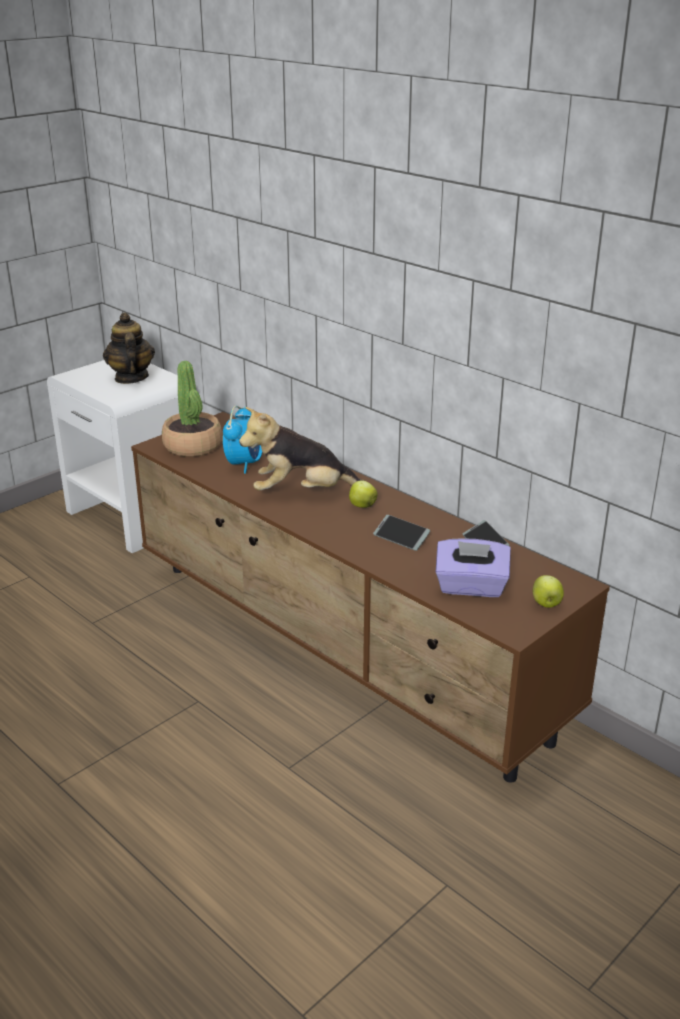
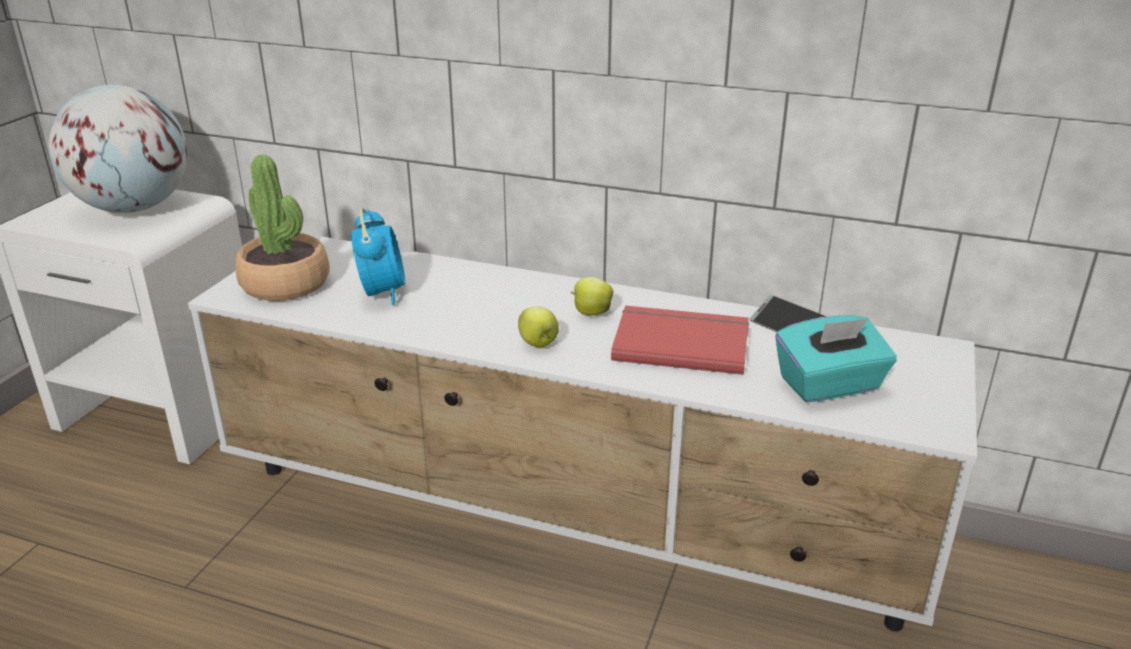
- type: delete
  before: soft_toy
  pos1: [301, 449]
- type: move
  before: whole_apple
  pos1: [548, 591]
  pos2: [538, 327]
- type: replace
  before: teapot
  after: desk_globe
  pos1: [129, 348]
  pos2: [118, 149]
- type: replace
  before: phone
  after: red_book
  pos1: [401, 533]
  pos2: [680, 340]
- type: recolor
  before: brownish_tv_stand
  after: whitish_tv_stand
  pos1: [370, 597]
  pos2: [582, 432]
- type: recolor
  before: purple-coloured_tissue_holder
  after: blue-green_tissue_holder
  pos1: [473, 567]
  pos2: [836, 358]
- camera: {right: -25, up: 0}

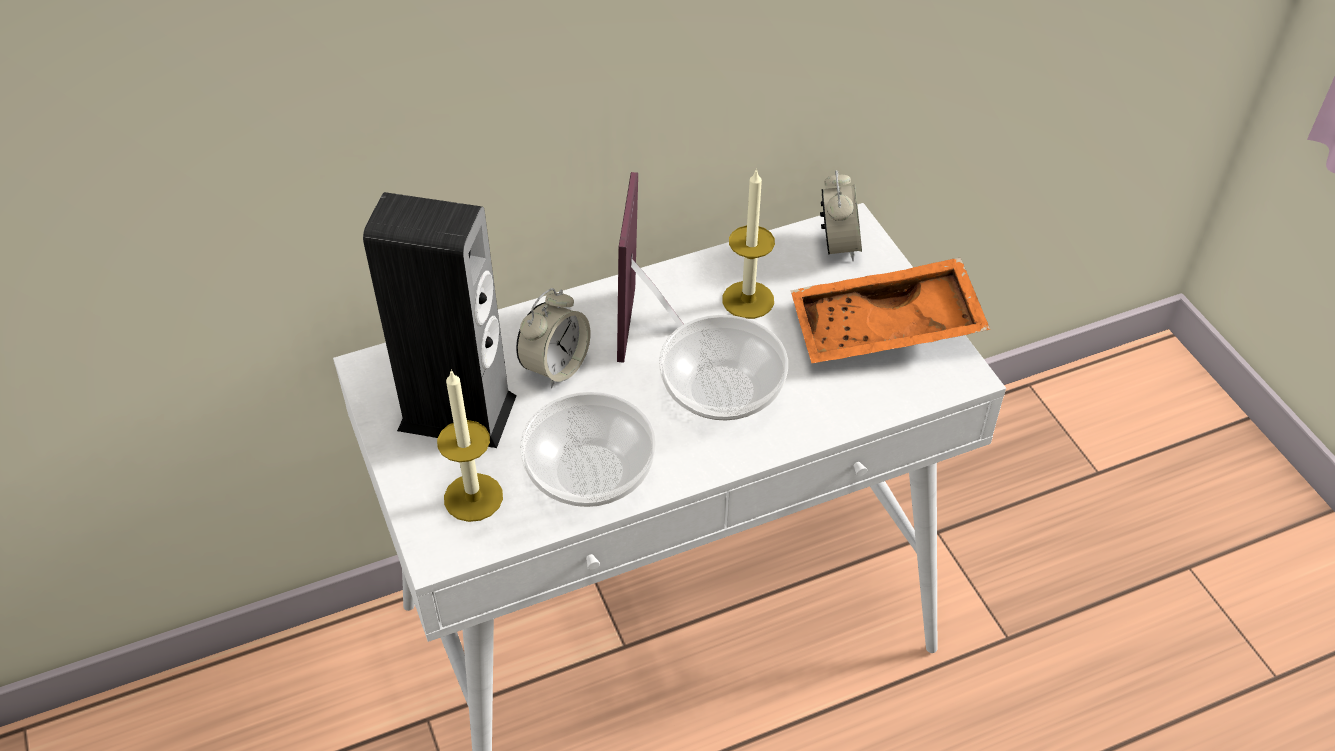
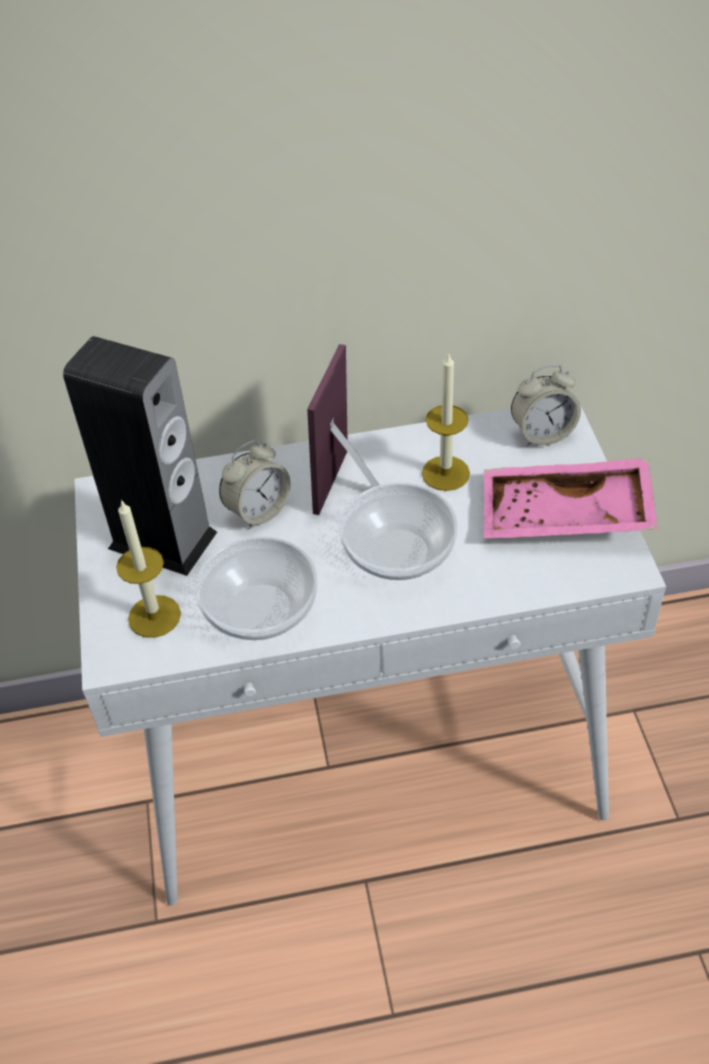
- type: recolor
  before: orange_tray
  after: pink_tray
  pos1: [890, 310]
  pos2: [571, 498]
- type: rotate
  before: bedside_clock
  pos1: [841, 216]
  pos2: [546, 406]
  turn: 60
- camera: {right: 15, up: 0}

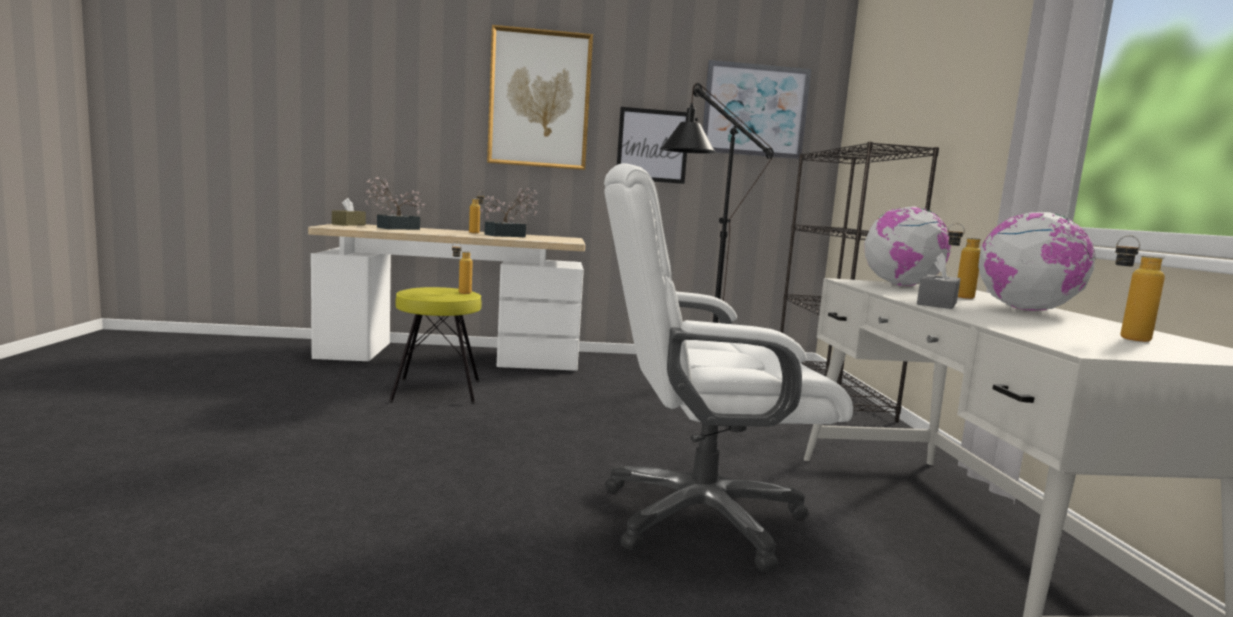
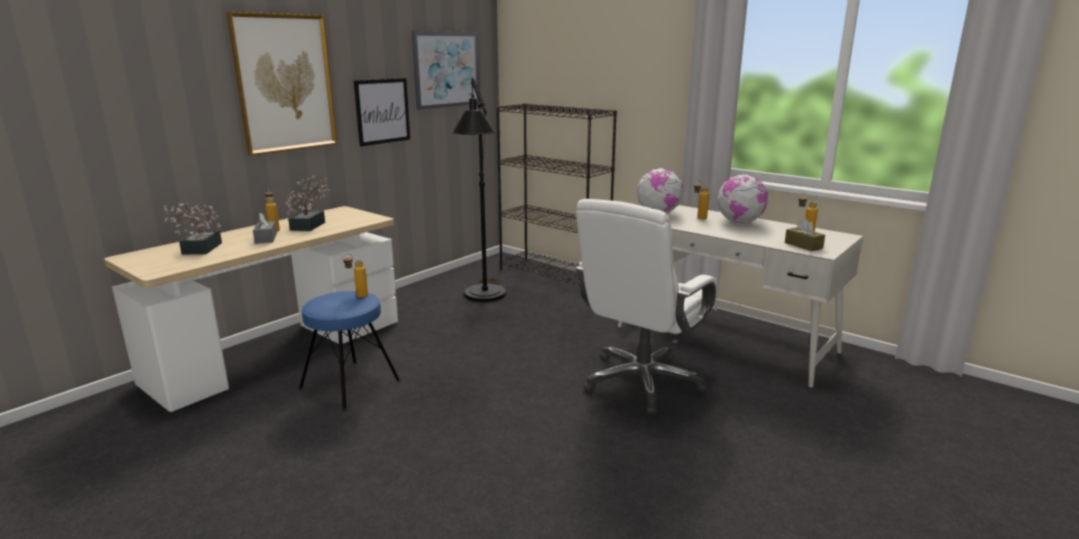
- type: move
  before: brownish_tissue_holder
  pos1: [349, 212]
  pos2: [805, 234]
- type: move
  before: gray_tissue_holder
  pos1: [939, 281]
  pos2: [265, 228]
- type: recolor
  before: yellow-coloured_stool
  after: bluish_stool
  pos1: [435, 345]
  pos2: [349, 351]
- camera: {right: -45, up: 10}

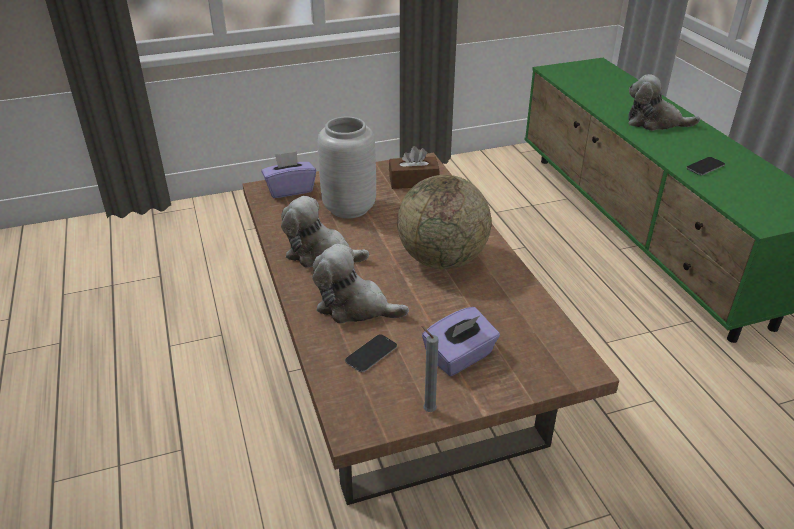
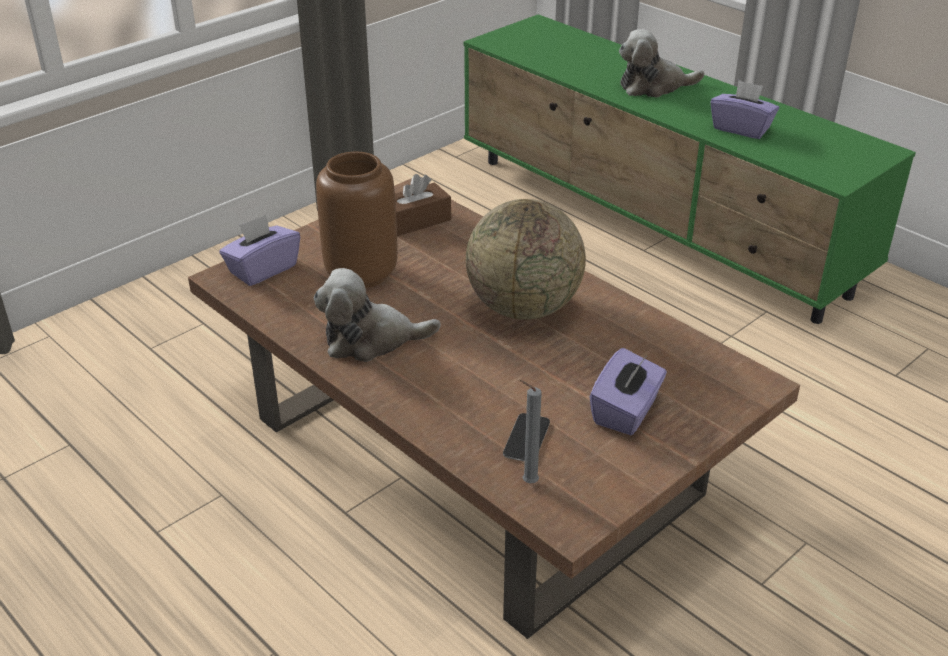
- type: delete
  before: soft_toy
  pos1: [360, 283]
- type: move
  before: gray_wax_candle
  pos1: [430, 369]
  pos2: [531, 431]
- type: replace
  before: phone
  after: purple-coloured_tissue_holder
  pos1: [705, 166]
  pos2: [745, 109]
- type: recolor
  before: gray_flower_vase
  after: brownish_flower_vase
  pos1: [347, 167]
  pos2: [357, 220]
- camera: {right: -25, up: 0}

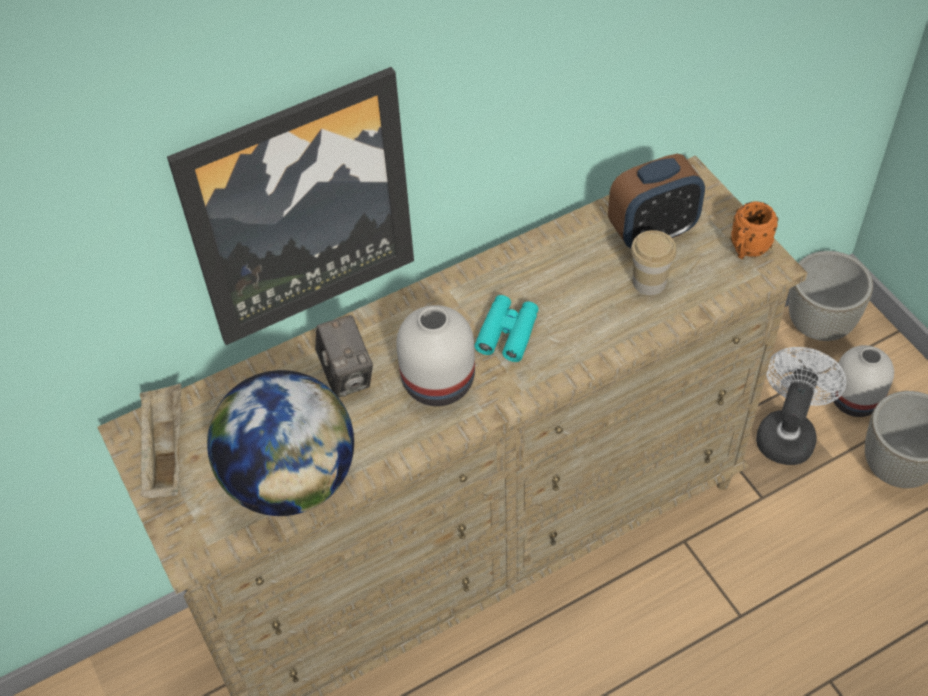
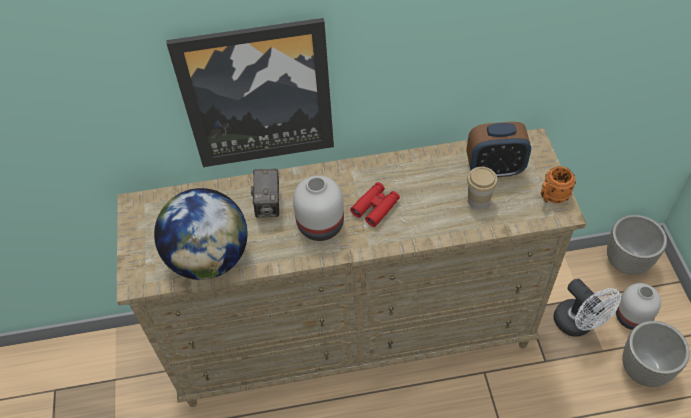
- type: delete
  before: sand-coloured_tray
  pos1: [160, 440]
- type: recolor
  before: blue-green_binoculars
  after: red_binoculars
  pos1: [506, 328]
  pos2: [375, 204]
- type: rotate
  before: whitish_cooling_fan
  pos1: [801, 406]
  pos2: [587, 308]
  turn: 105
- camera: {right: 20, up: 0}

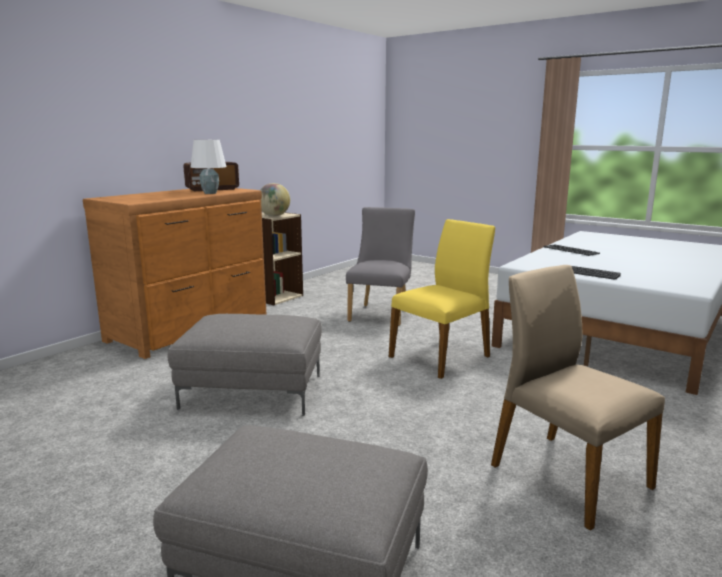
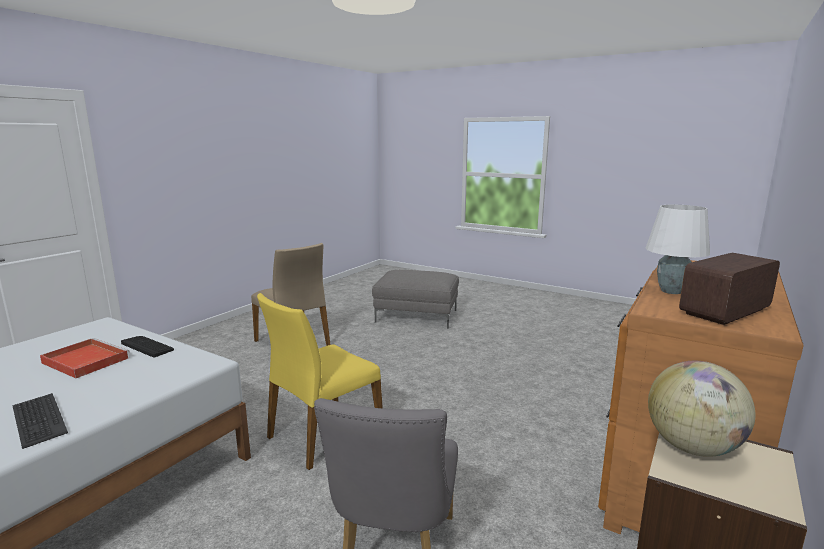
- type: delete
  before: gray_footrest
  pos1: [245, 364]
- type: insert
  after: red_tray
  pos2: [85, 358]
- camera: {right: 175, up: 0}

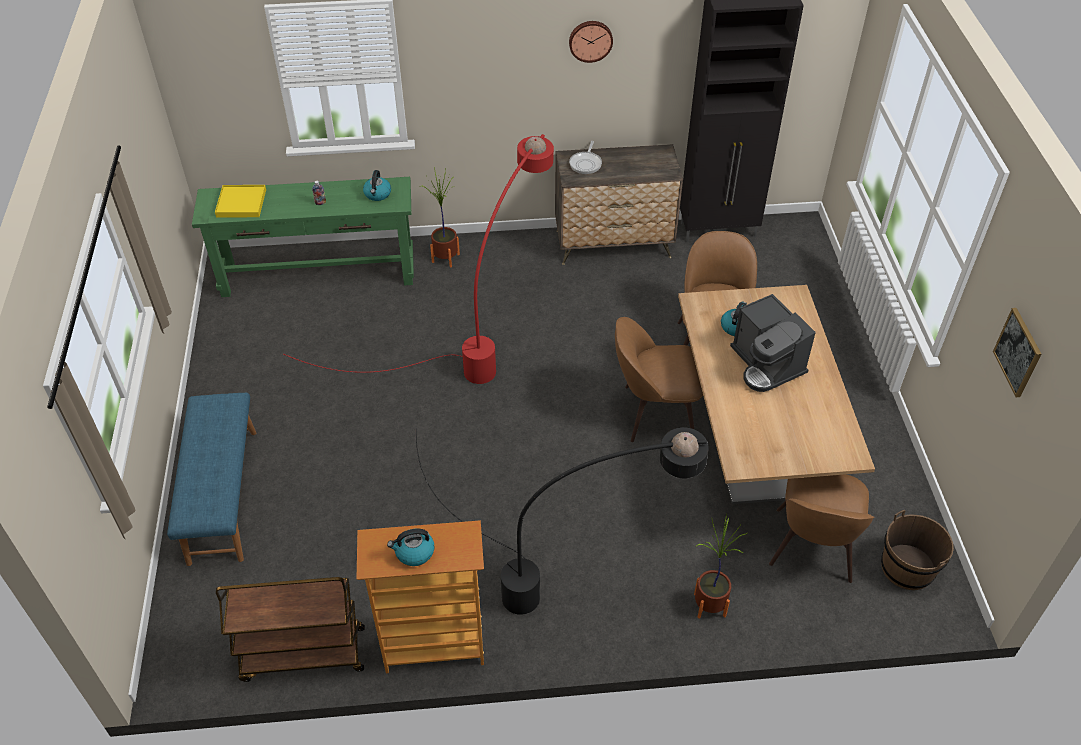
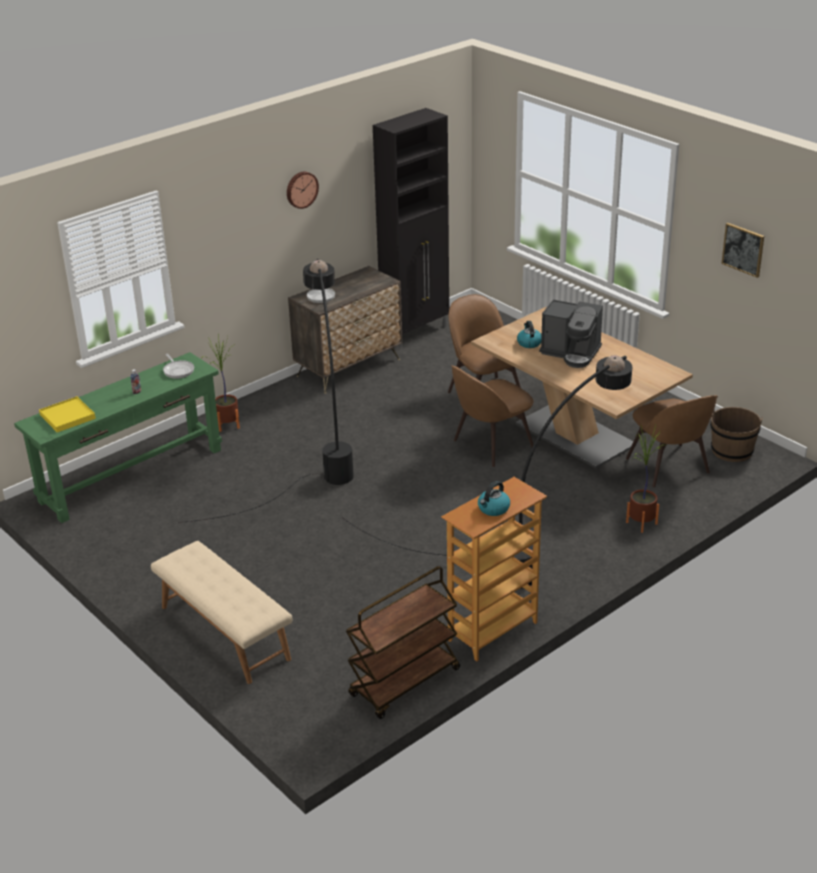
- type: replace
  before: kettle
  after: pan
  pos1: [377, 185]
  pos2: [178, 366]
- type: recolor
  before: bluish_bench
  after: sand-coloured_bench
  pos1: [211, 479]
  pos2: [221, 612]
- type: recolor
  before: red_standing_lamp
  after: black_standing_lamp
  pos1: [419, 259]
  pos2: [266, 391]
- camera: {right: -35, up: -15}

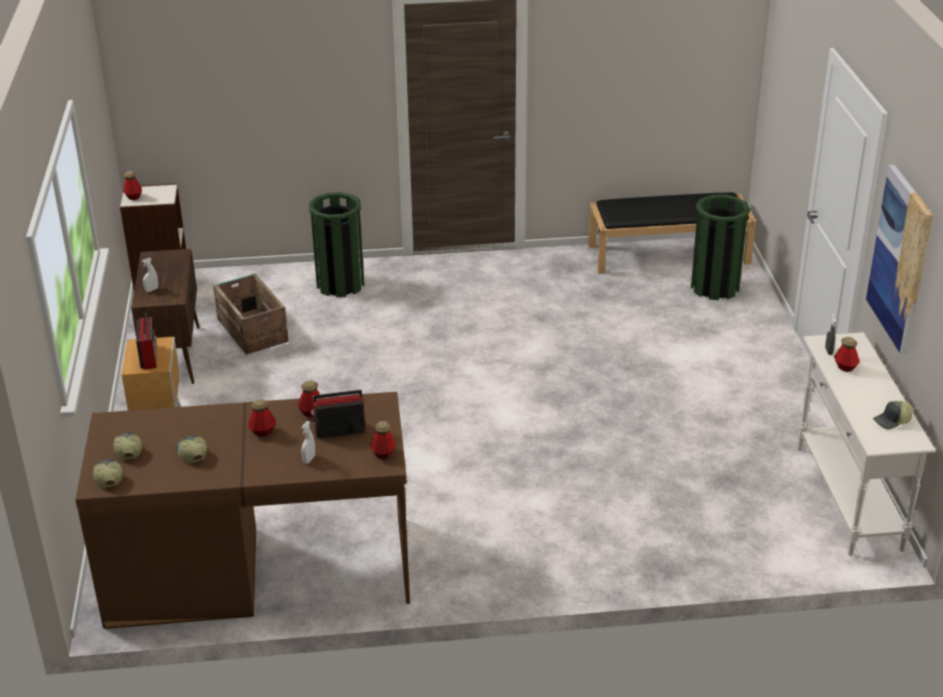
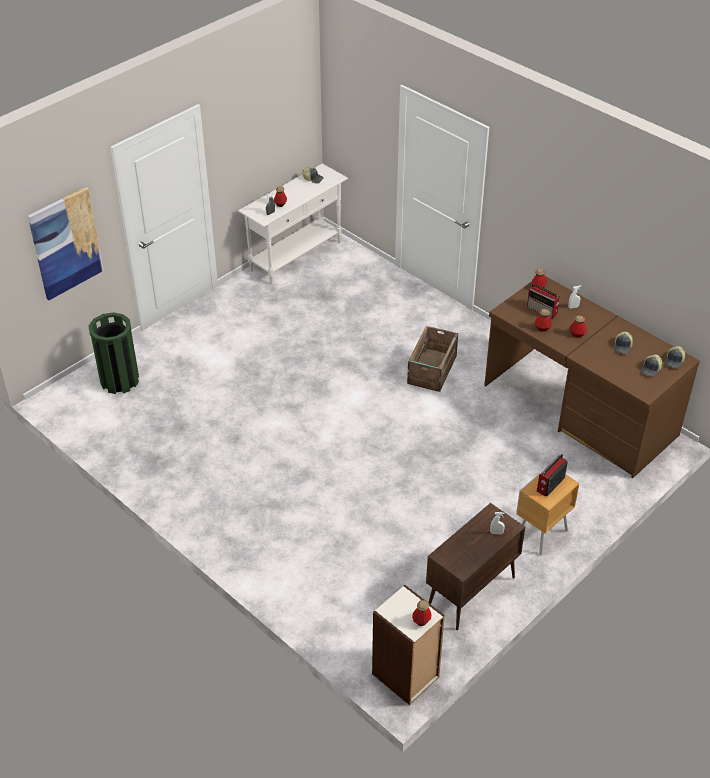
- type: delete
  before: green-coloured_rubbish_bin
  pos1: [336, 244]
- type: delete
  before: black_bench
  pos1: [672, 233]
- type: move
  before: crate
  pos1: [251, 314]
  pos2: [432, 359]
- type: move
  before: picture
  pos1: [899, 259]
  pos2: [66, 243]
- camera: {right: -130, up: 10}

